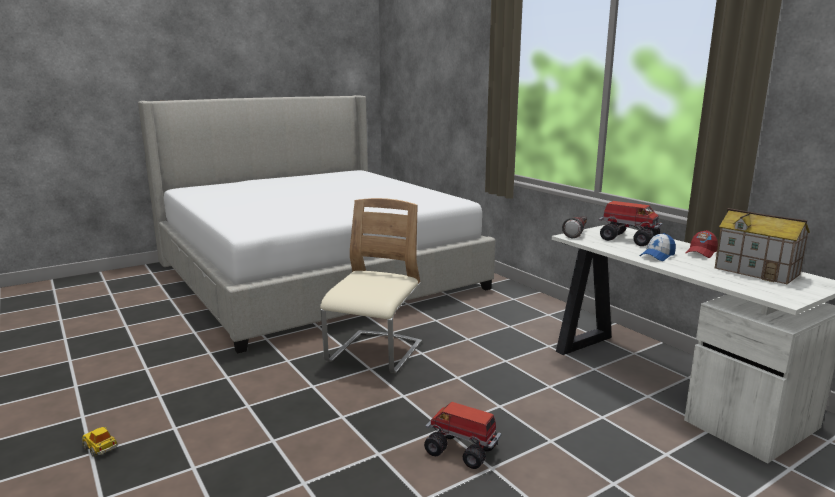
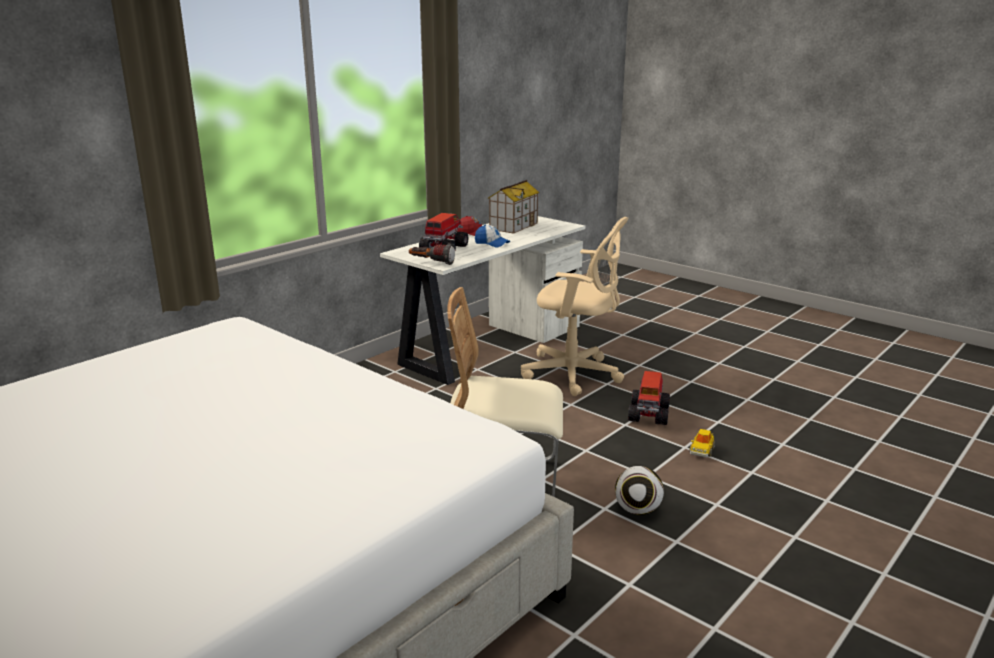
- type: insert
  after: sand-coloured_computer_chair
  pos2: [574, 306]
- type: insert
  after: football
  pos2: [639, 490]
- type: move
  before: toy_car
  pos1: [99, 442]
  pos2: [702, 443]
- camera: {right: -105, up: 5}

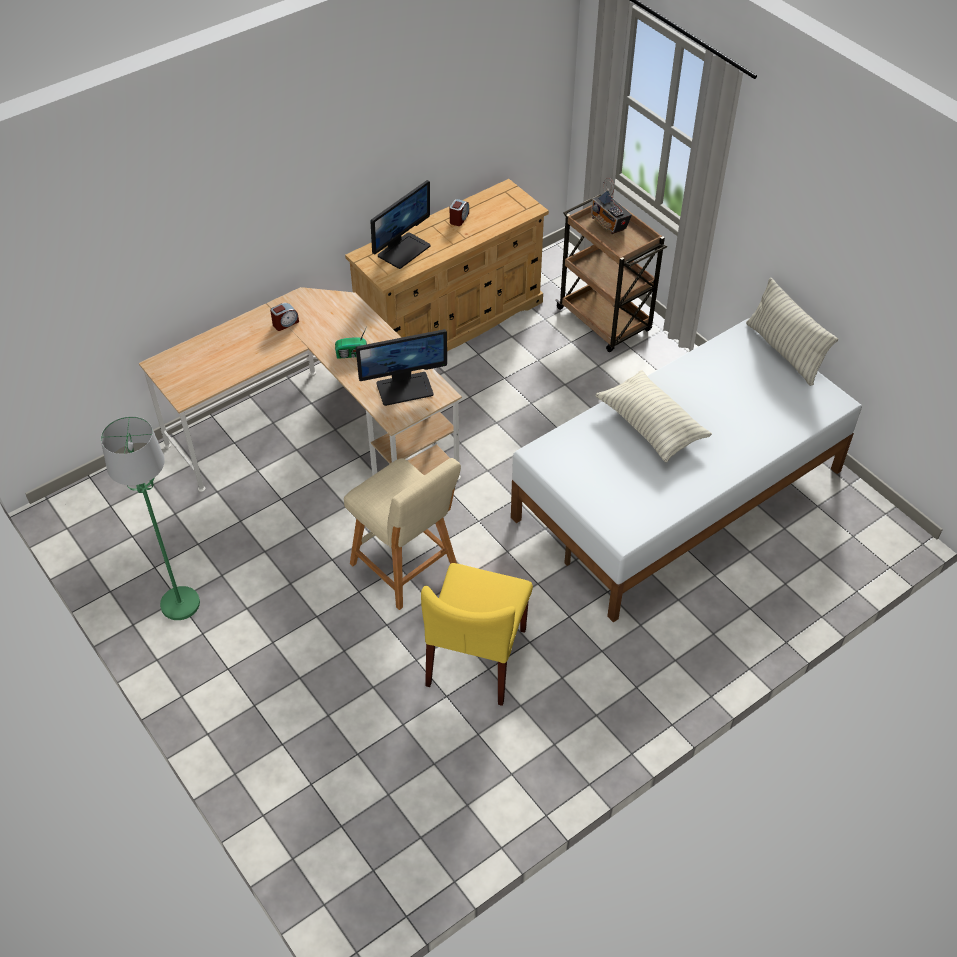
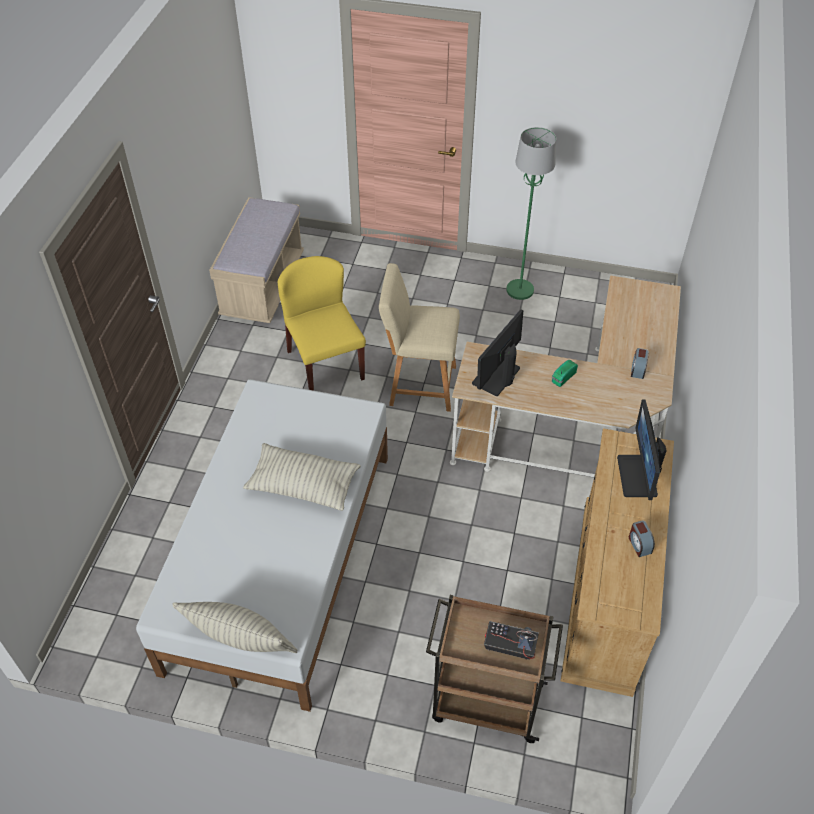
- type: insert
  after: sand-coloured_bench
  pos2: [256, 260]
- camera: {right: 140, up: 0}

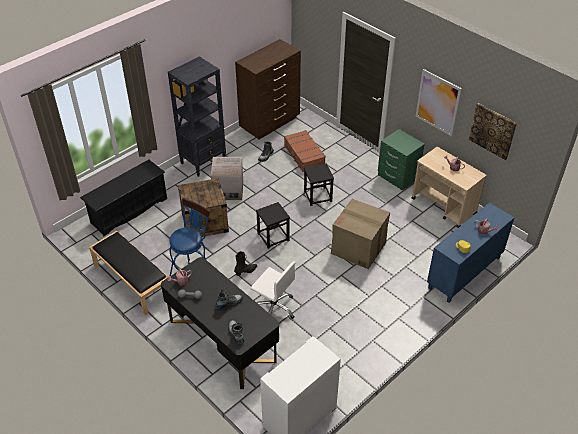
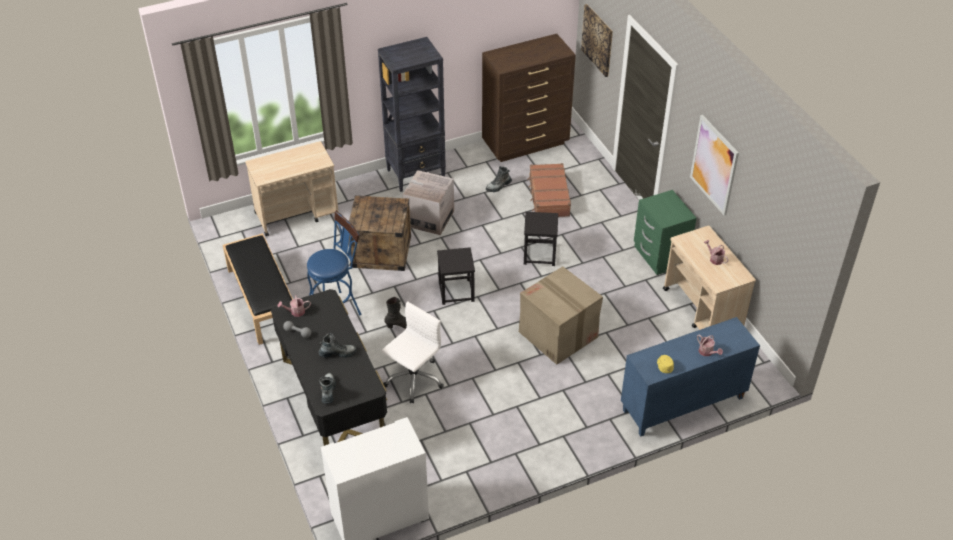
- type: move
  before: picture
  pos1: [493, 131]
  pos2: [597, 40]
- type: replace
  before: black_shoe_rack
  after: sand-coloured_cart
  pos1: [123, 198]
  pos2: [292, 188]
- type: rotate
  before: whitish_computer_chair
  pos1: [273, 290]
  pos2: [413, 352]
  turn: -105
- camera: {right: 20, up: 0}

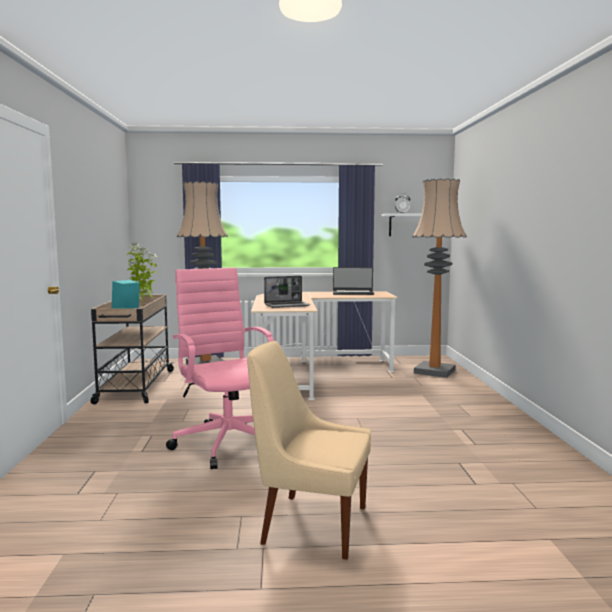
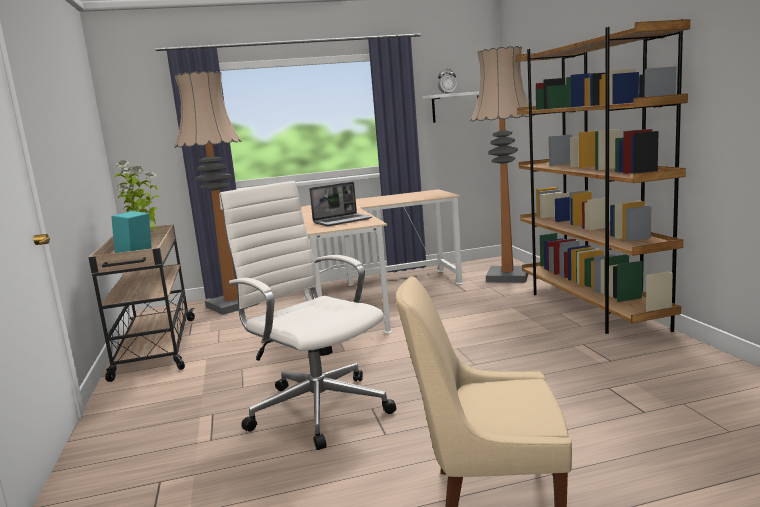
- type: delete
  before: notebook_computer
  pos1: [353, 281]
- type: insert
  after: brownish_bookshelf
  pos2: [602, 176]
- type: recolor
  before: pink_computer_chair
  after: whitish_computer_chair
  pos1: [220, 368]
  pos2: [307, 315]
- camera: {right: -10, up: 5}

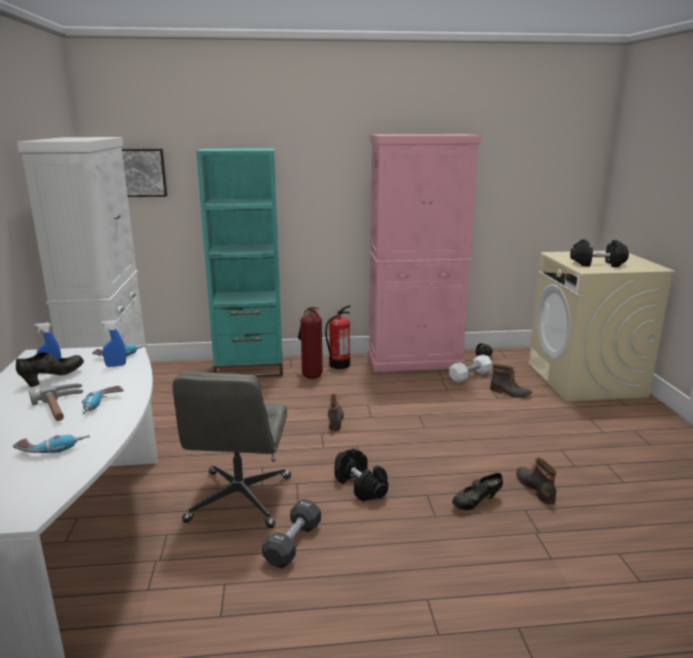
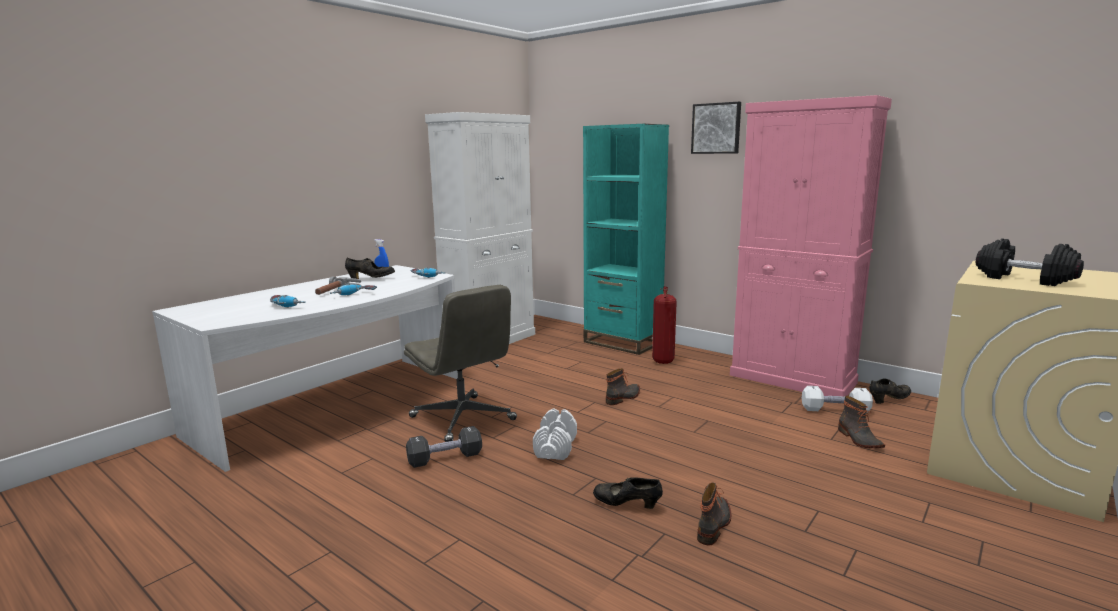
- type: delete
  before: bluish_hand_sprayer
  pos1: [113, 343]
- type: delete
  before: extinguisher
  pos1: [337, 337]
- type: move
  before: picture
  pos1: [144, 173]
  pos2: [716, 128]
- type: recolor
  before: black_free_weight
  after: whitish_free_weight
  pos1: [361, 475]
  pos2: [555, 434]
- type: rotate
  before: gray_computer_chair
  pos1: [232, 450]
  pos2: [460, 363]
  turn: -90
- camera: {right: 45, up: -5}

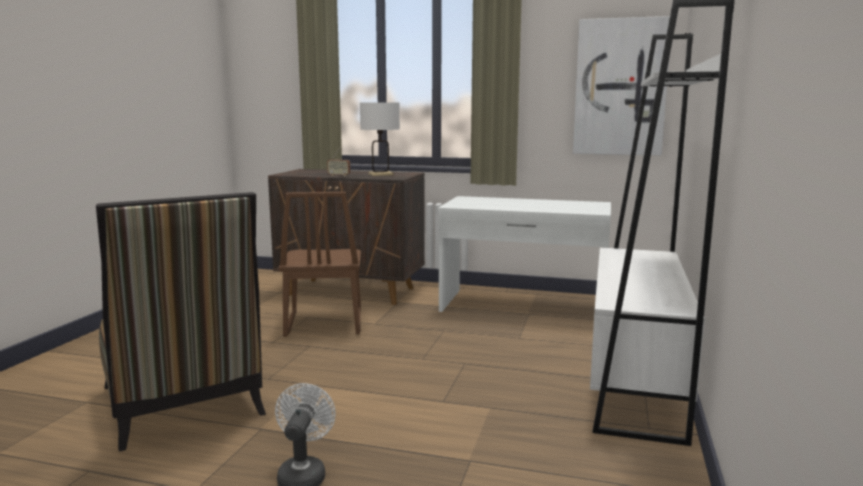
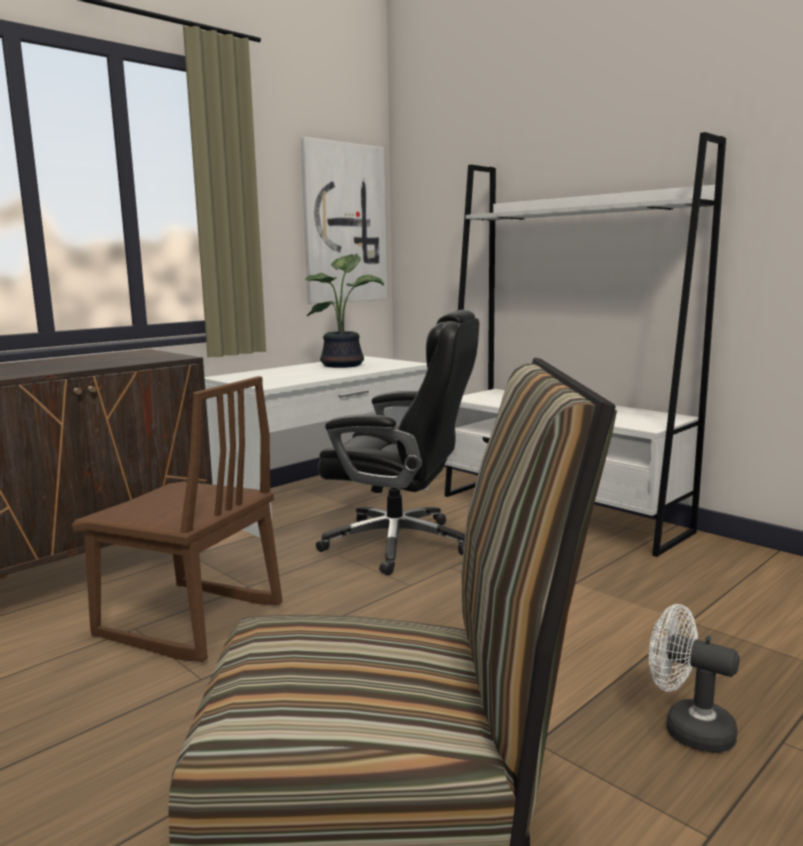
- type: delete
  before: radio_set
  pos1: [338, 162]
- type: delete
  before: whitish_tabletop_lamp
  pos1: [380, 139]
- type: insert
  after: houseplant
  pos2: [344, 310]
- type: insert
  after: black_computer_chair
  pos2: [397, 442]
- camera: {right: -60, up: 0}

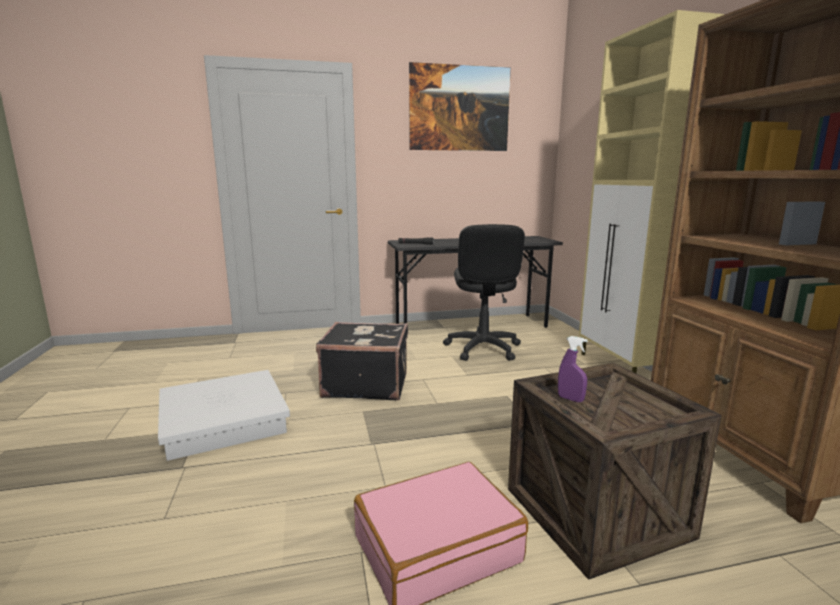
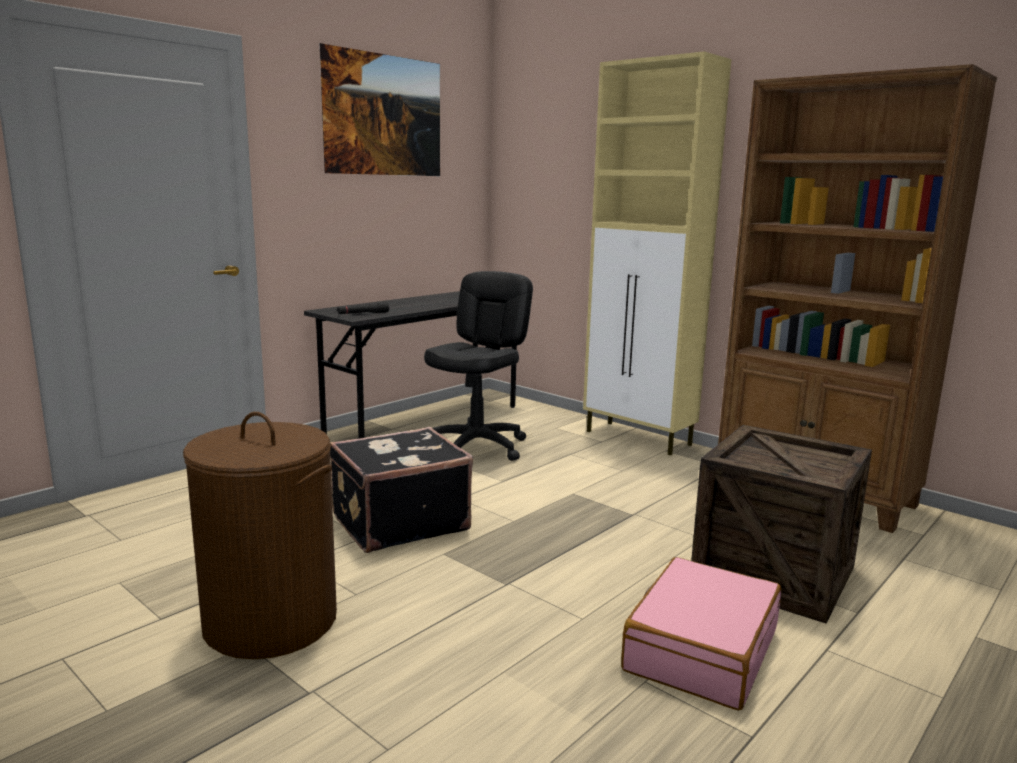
- type: delete
  before: purple-coloured_hand_sprayer
  pos1: [573, 369]
- type: replace
  before: whitish_storage_container
  after: brownish_washing_basket
  pos1: [224, 415]
  pos2: [260, 535]
- type: rotate
  before: black_computer_chair
  pos1: [484, 292]
  pos2: [478, 366]
  turn: -120
- camera: {right: -35, up: 0}

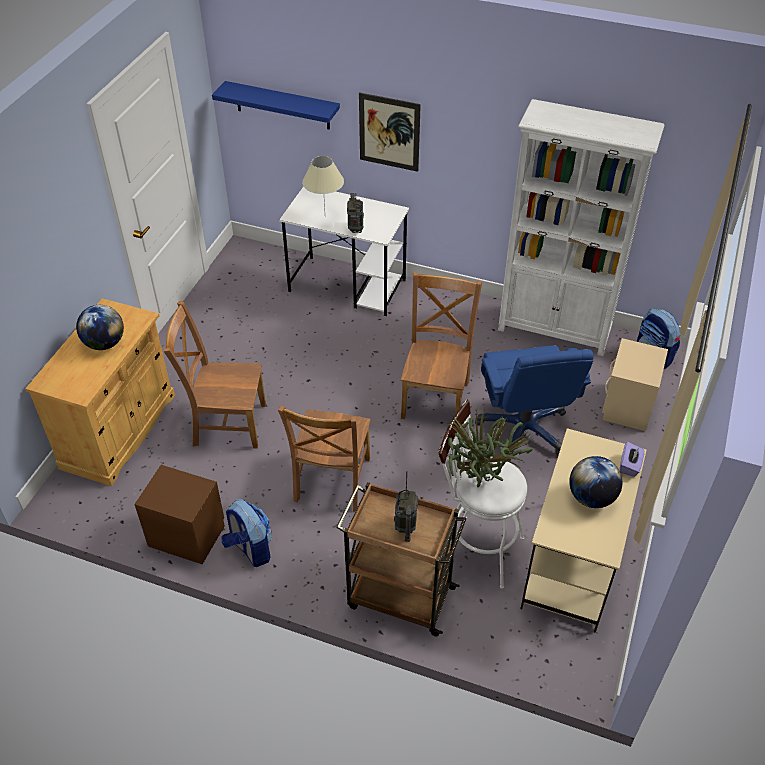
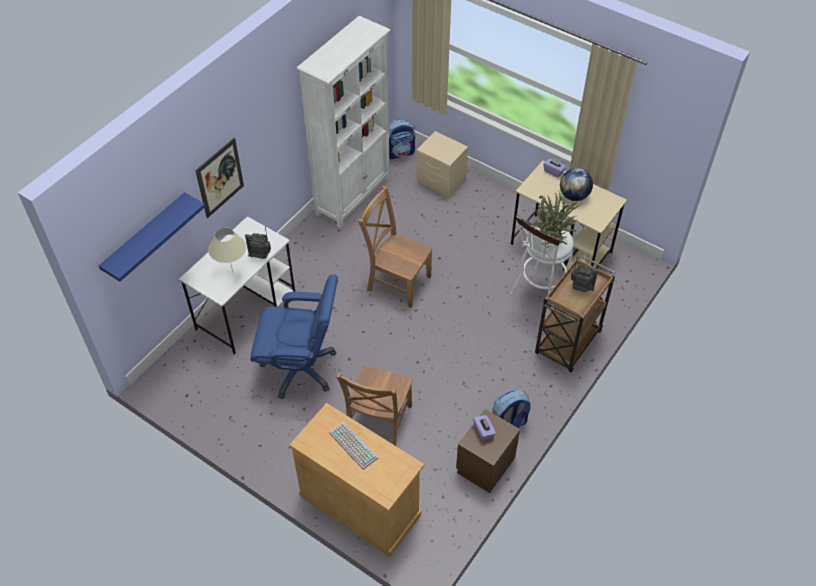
- type: delete
  before: brownish_chair
  pos1: [324, 458]
- type: insert
  after: purple-coloured_tissue_holder
  pos2: [484, 428]
- type: move
  before: bluish_computer_chair
  pos1: [534, 403]
  pos2: [294, 336]
- type: replace
  before: desk_globe
  after: keyboard
  pos1: [100, 327]
  pos2: [353, 446]
- camera: {right: -75, up: 5}

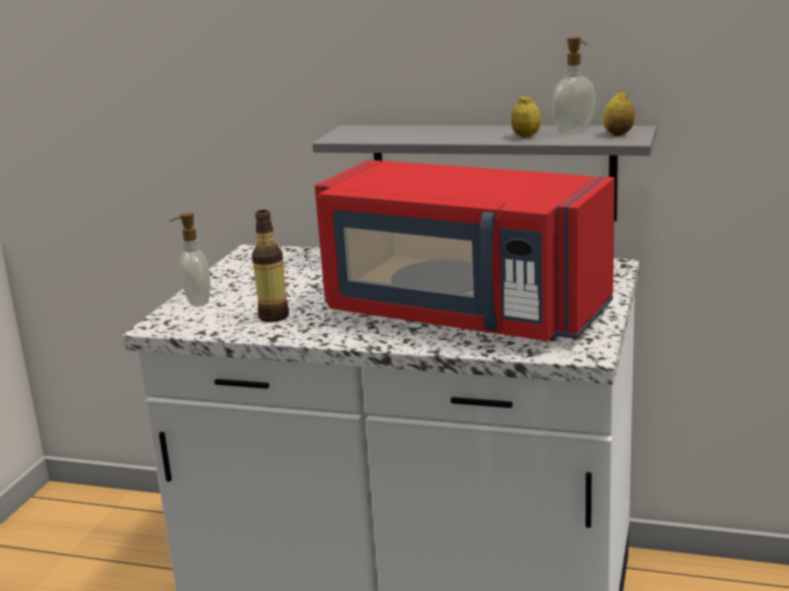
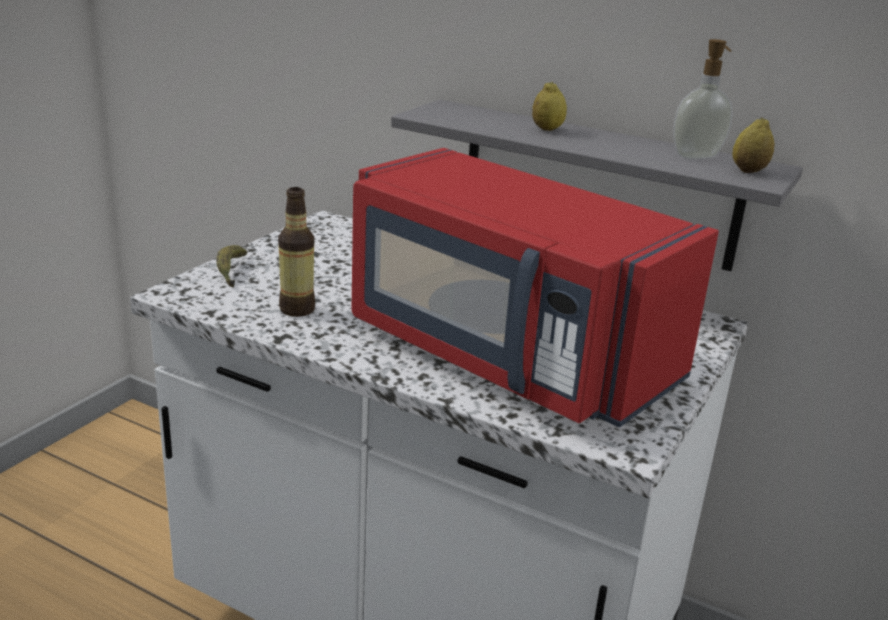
- type: move
  before: citrus_fruit
  pos1: [526, 116]
  pos2: [549, 106]
- type: replace
  before: liquid_soap_bottle
  after: banana
  pos1: [190, 259]
  pos2: [232, 266]
- camera: {right: 10, up: 5}

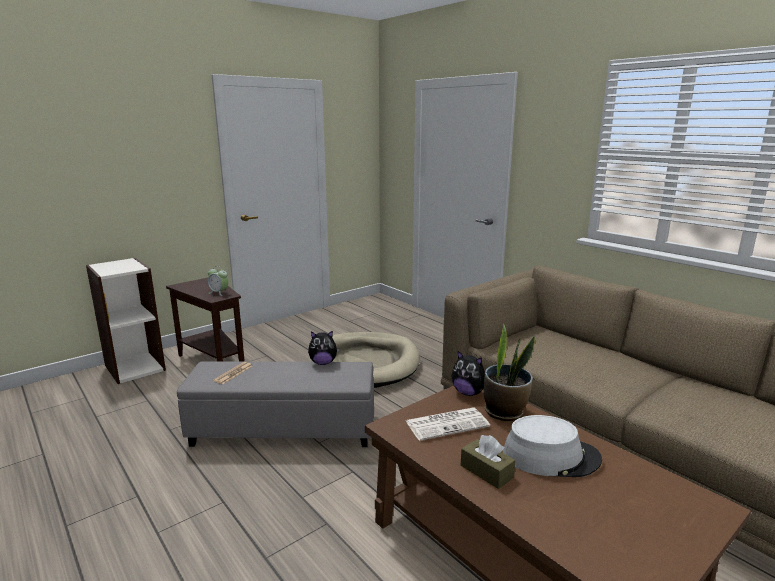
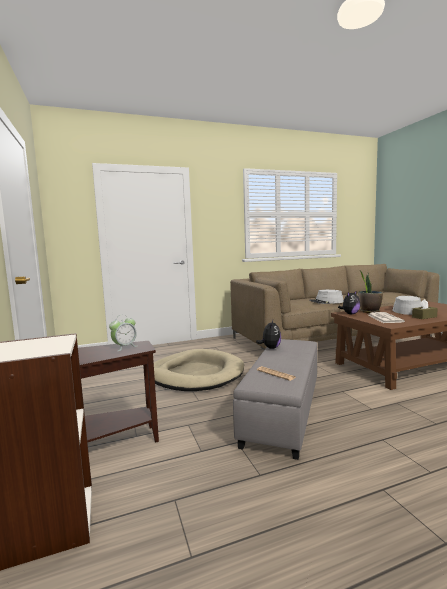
- type: insert
  after: gray_hat
  pos2: [326, 297]
- camera: {right: -70, up: -10}

